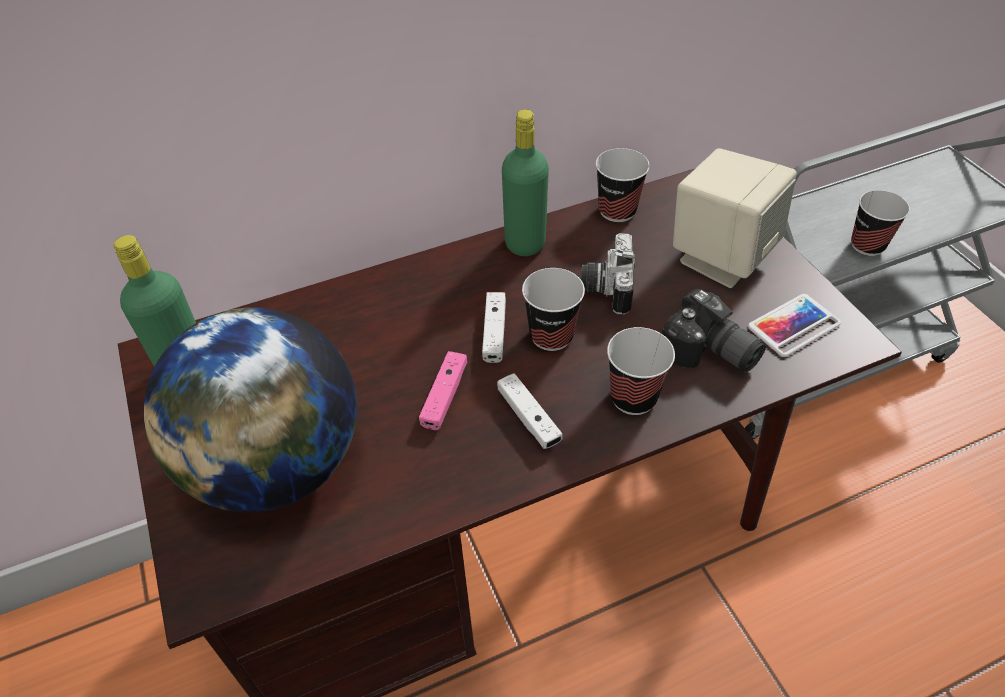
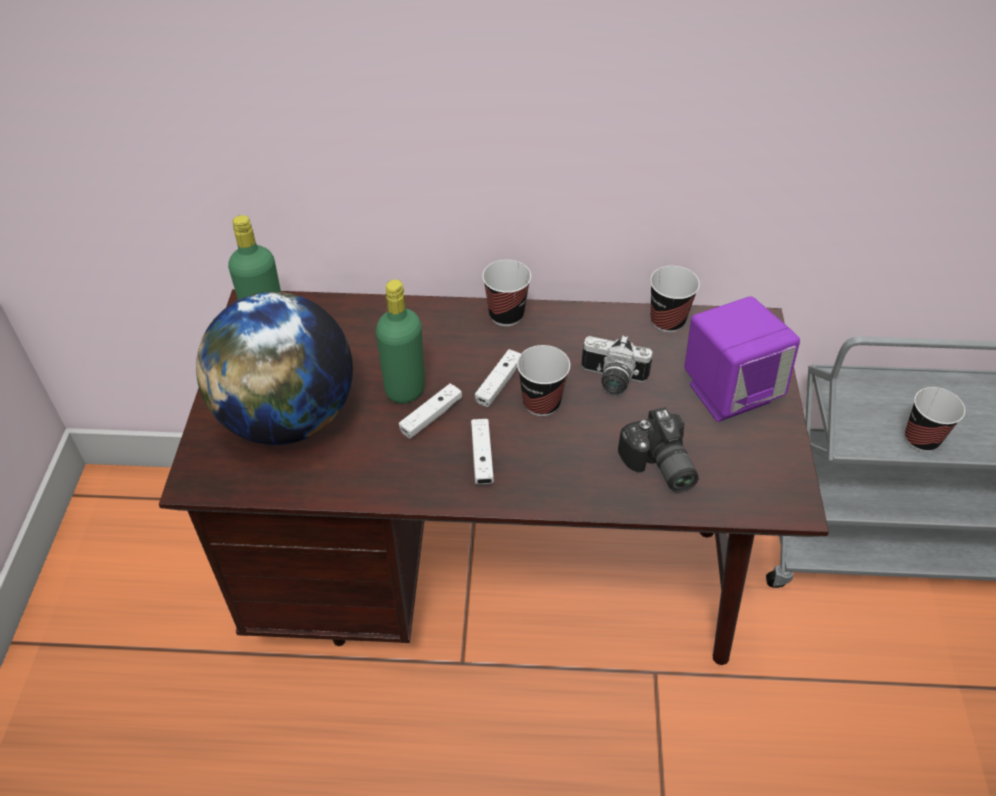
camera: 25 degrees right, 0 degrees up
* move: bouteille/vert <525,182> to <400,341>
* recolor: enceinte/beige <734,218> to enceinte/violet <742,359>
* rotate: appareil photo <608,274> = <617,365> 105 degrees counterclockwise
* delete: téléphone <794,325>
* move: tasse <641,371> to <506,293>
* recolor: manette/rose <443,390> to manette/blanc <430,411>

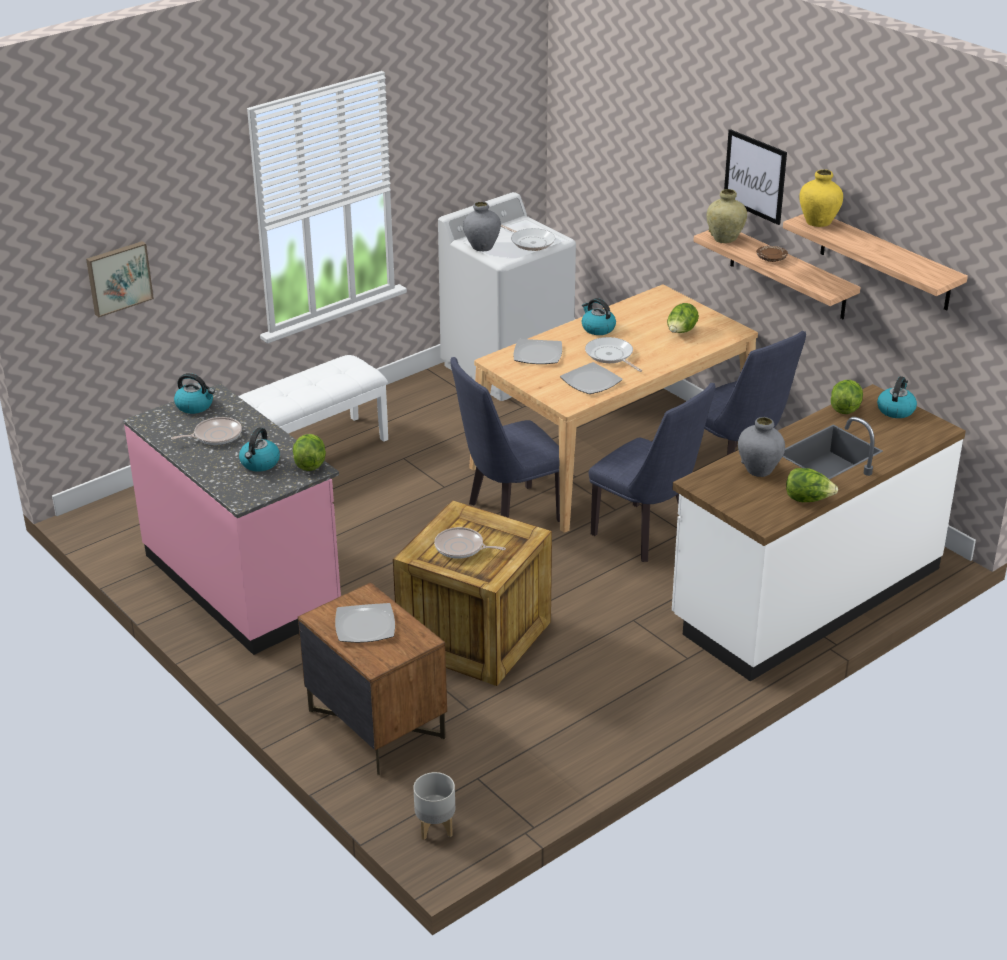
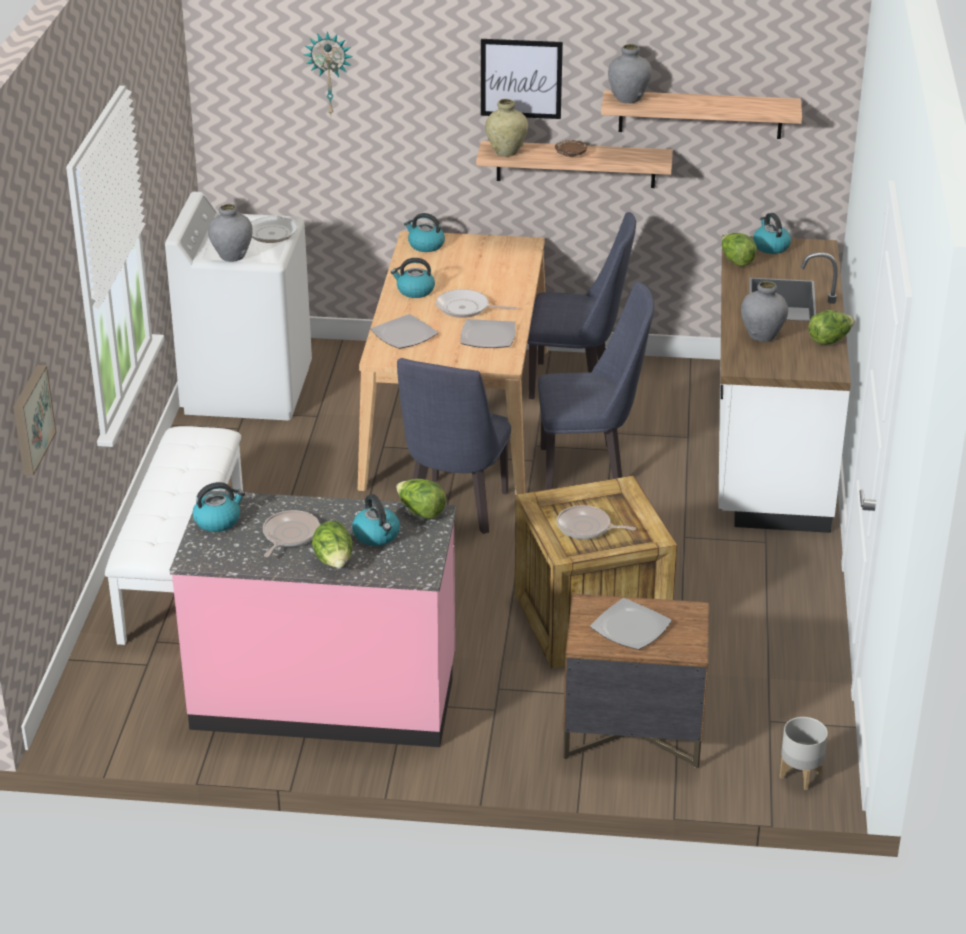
camera: 45 degrees left, 0 degrees up
* recolor: vase/jaune <821,198> to vase/gris <630,73>
* move: laitue <683,318> to <332,544>
* rotate: poêle <470,543> = <596,522> 45 degrees clockwise
* insert: horloge murale <328,73>
* insert: bouilloire <424,232>

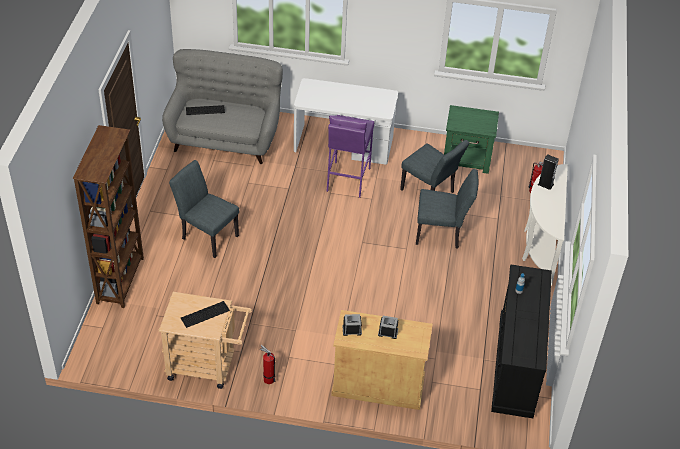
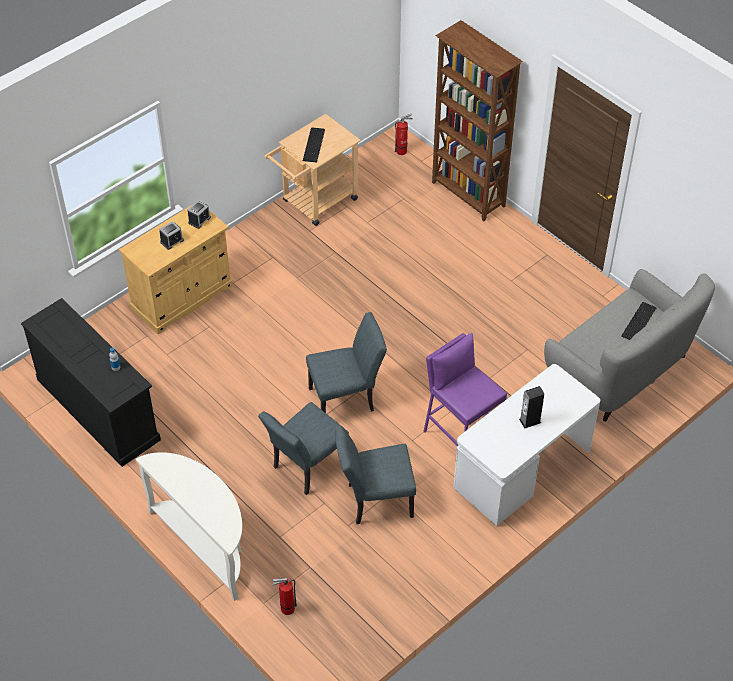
camera: 130 degrees right, 5 degrees up
* delete: table de chevet/vert <471,139>
* move: enceinte <548,172> to <531,407>
* move: chaise/gris <204,209> to <346,362>
* move: extincteur <267,364> to <403,134>

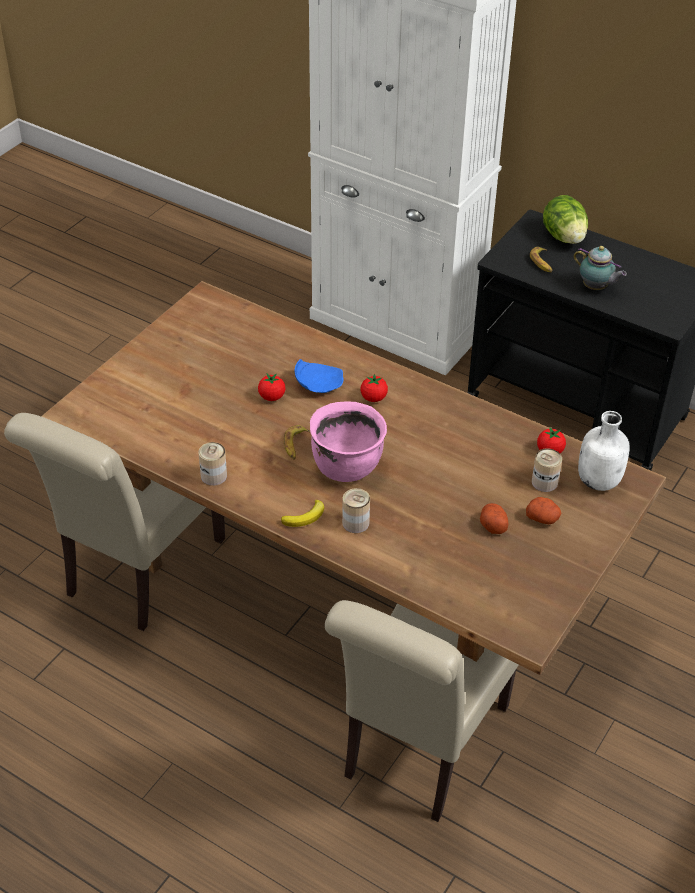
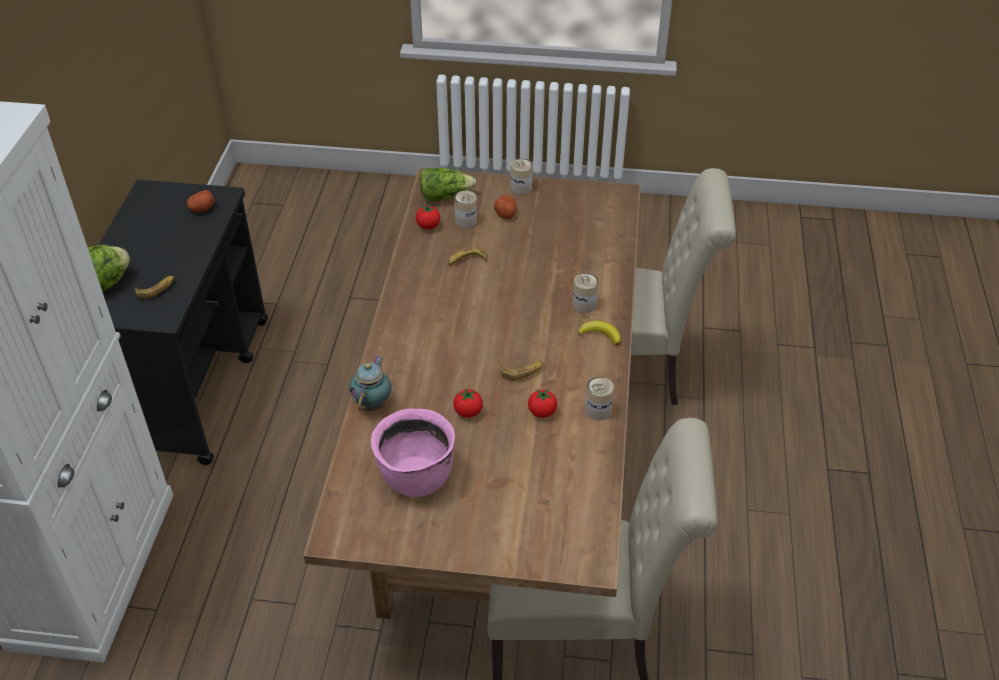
camera: 115 degrees left, 0 degrees up
* move: théière <600,268> to <370,383>
* delete: assiette/bleu <319,376>
* move: tomate <374,388> to <543,403>
* move: marmite/rose <348,441> to <413,453>
* replace: bouteille/blanc <604,451> to laitue <448,184>
* move: pomme de terre <494,518> to <200,201>
* insert: boîte métallique <522,176>
* insert: banane <467,256>

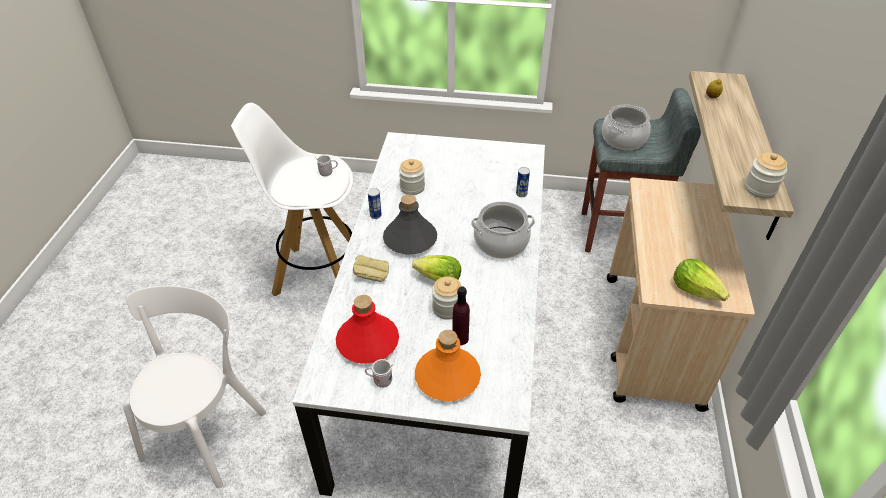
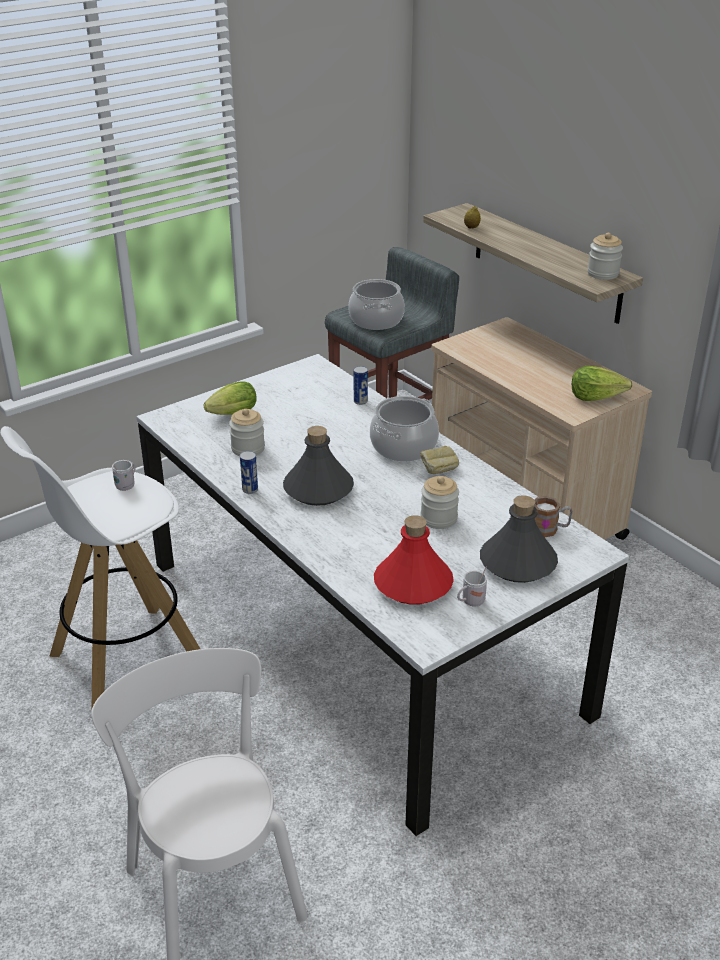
camera: 45 degrees left, 10 degrees down
* move: pain <371,268> to <439,460>
* move: laitue <436,268> to <230,398>
* delete: bouteille/violet <461,315>
* recolor: bouteille/orange <448,365> to bouteille/gris <519,539>
* insert: mug <553,516>

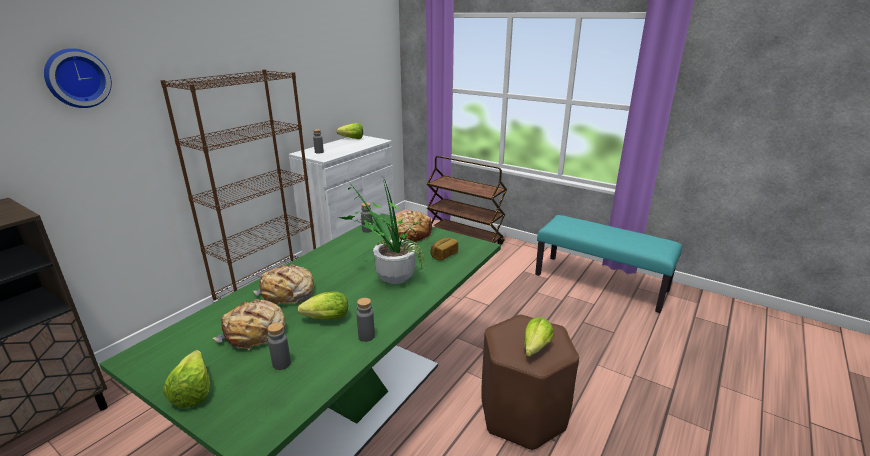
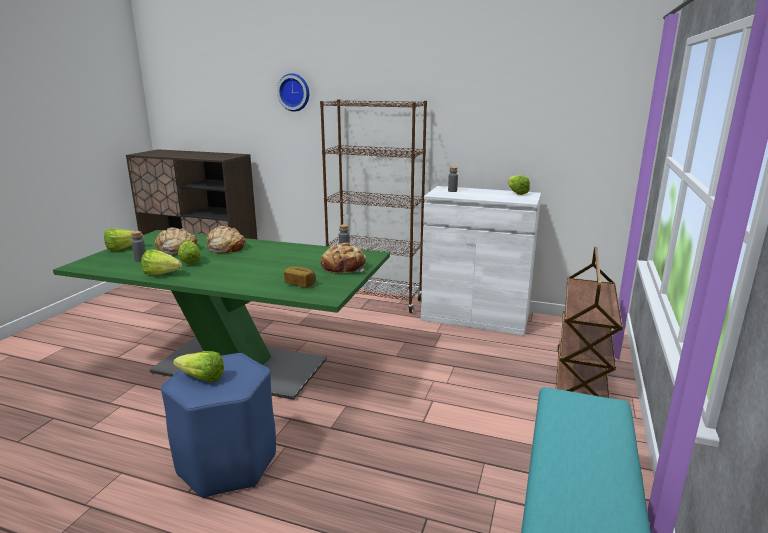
camera: 75 degrees right, 5 degrees down
* delete: plante en pot <381,231>
* replace: bouteille/gris <365,320> to laitue <161,262>
* recolor: tabouret/marron <530,382> to tabouret/bleu <218,426>

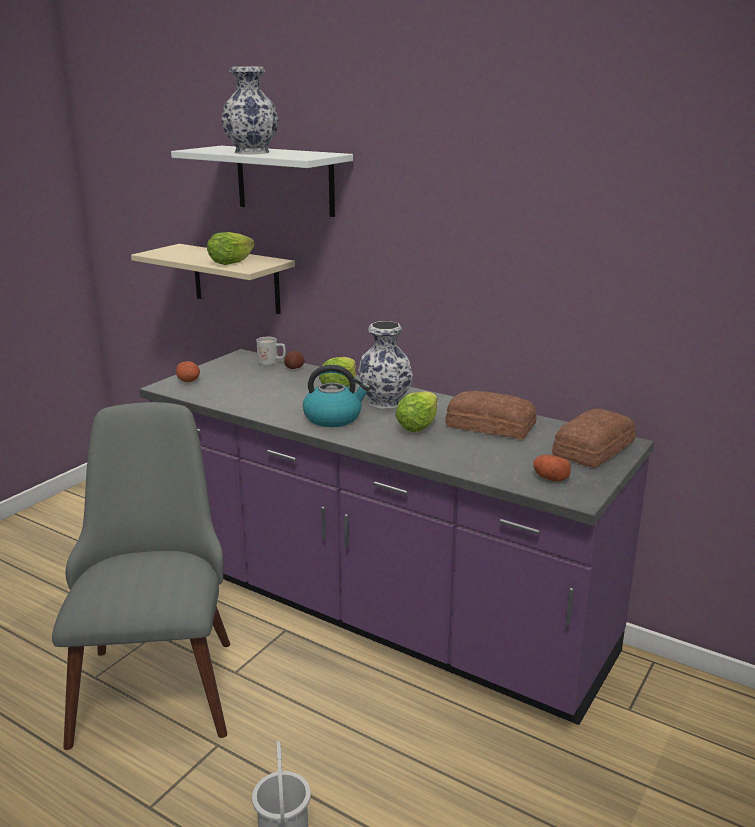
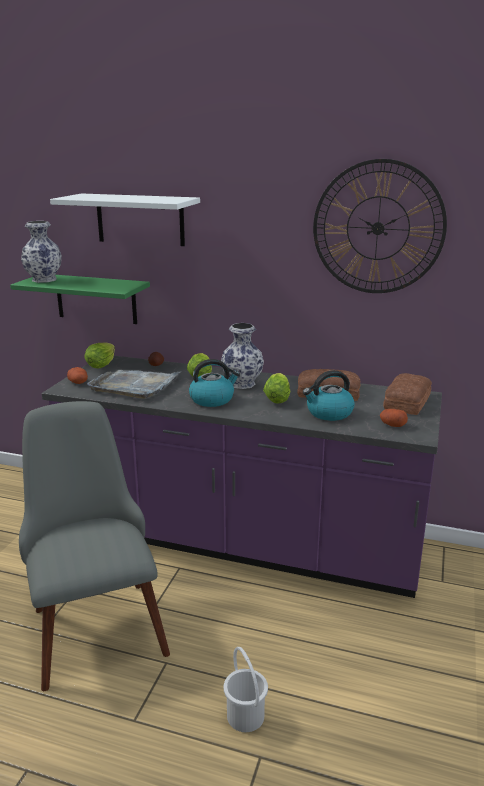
camera: 15 degrees left, 0 degrees up
* move: vase <249,110> to <41,252>
* move: laitue <231,248> to <100,355>
* recolor: étagère/beige <213,279> to étagère/vert <80,299>
* delete: mug/blanc <271,351>
* insert: horloge murale <380,226>
* insert: plateau/gris <134,384>
* insert: bouilloire <329,395>

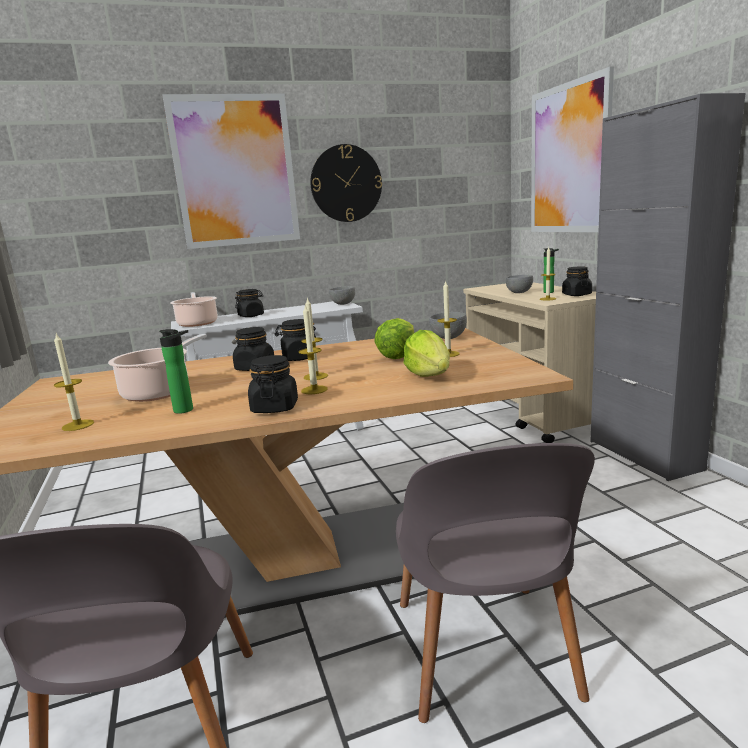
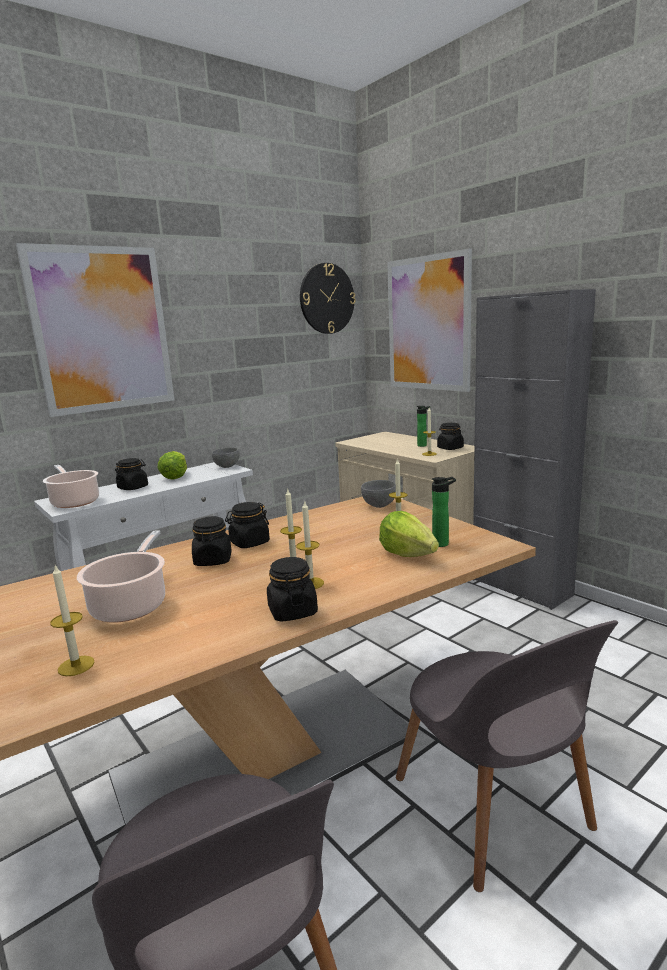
camera: 20 degrees left, 0 degrees up
* move: horloge murale <346,183> to <328,298>
* delete: bol/gris <519,284>
* move: laitue <394,338> to <172,465>
* move: bouteille <176,371> to <444,512>

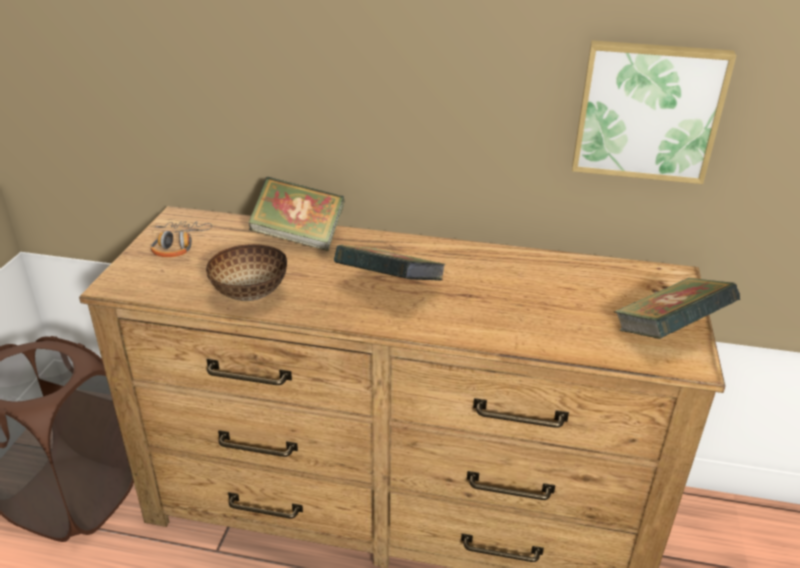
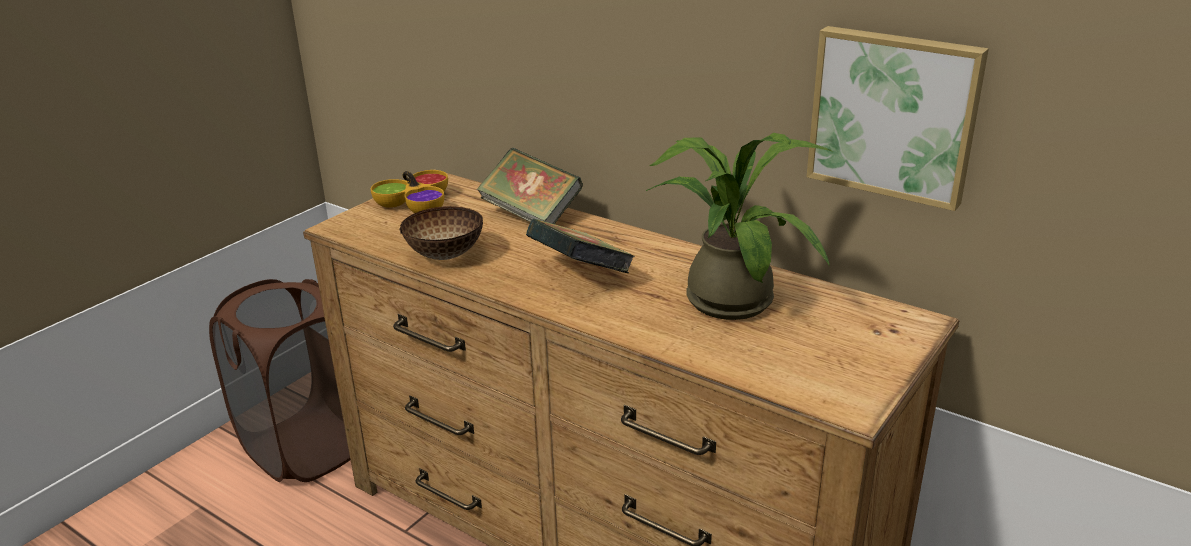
camera: 25 degrees right, 5 degrees down
* replace: casque audio <181,239> to bol <409,191>
* delete: livre <677,308>
* insert: plante en pot <739,226>

